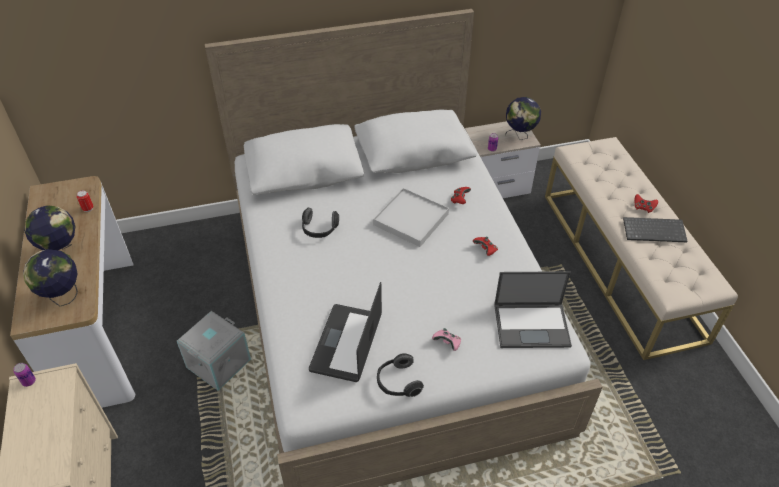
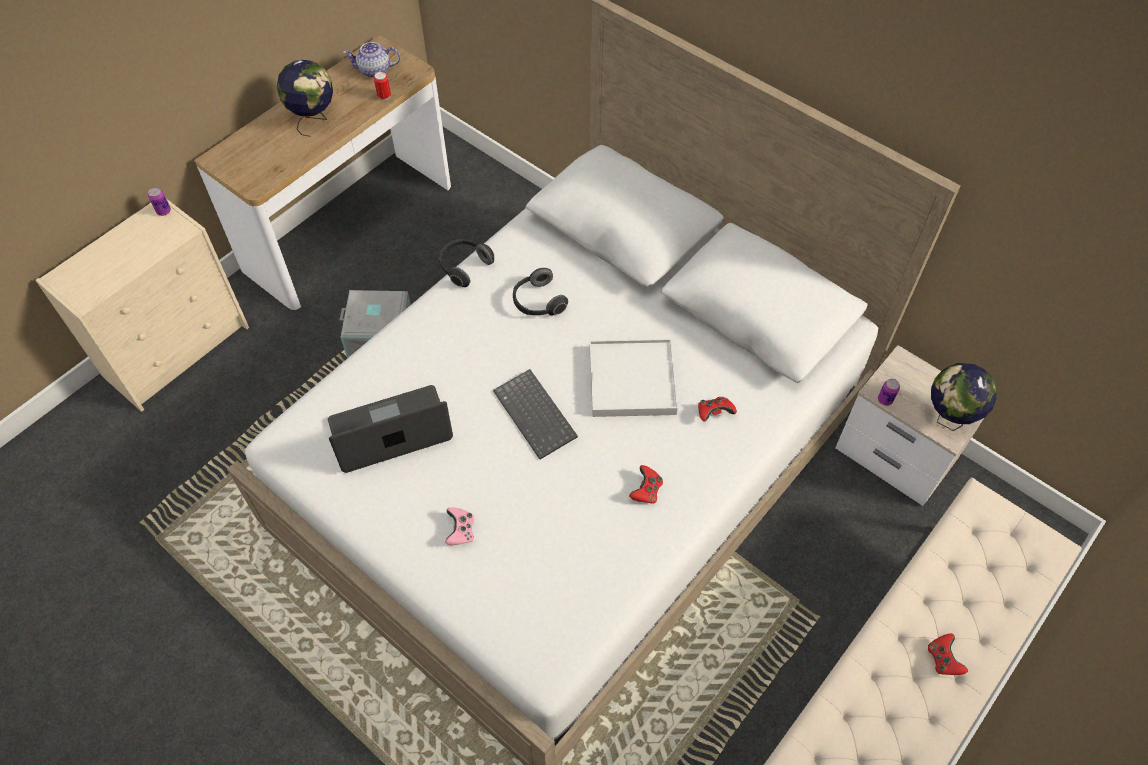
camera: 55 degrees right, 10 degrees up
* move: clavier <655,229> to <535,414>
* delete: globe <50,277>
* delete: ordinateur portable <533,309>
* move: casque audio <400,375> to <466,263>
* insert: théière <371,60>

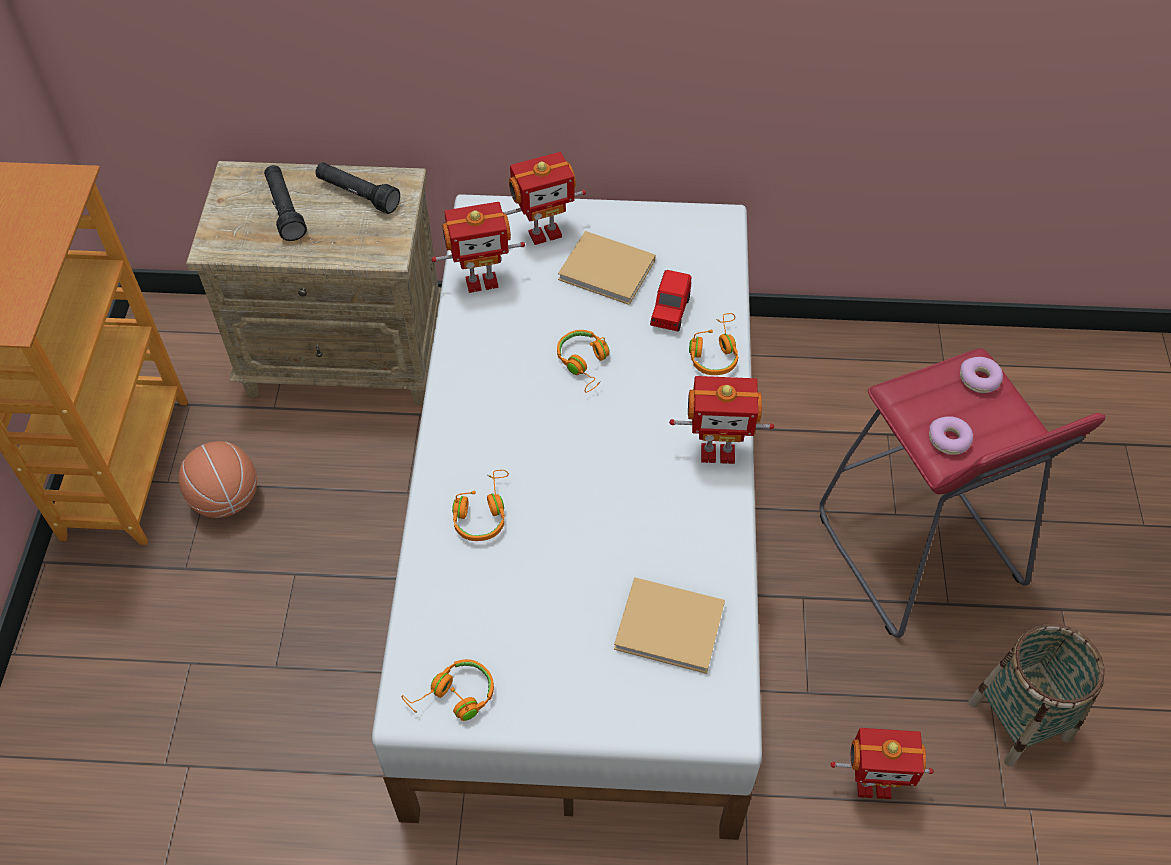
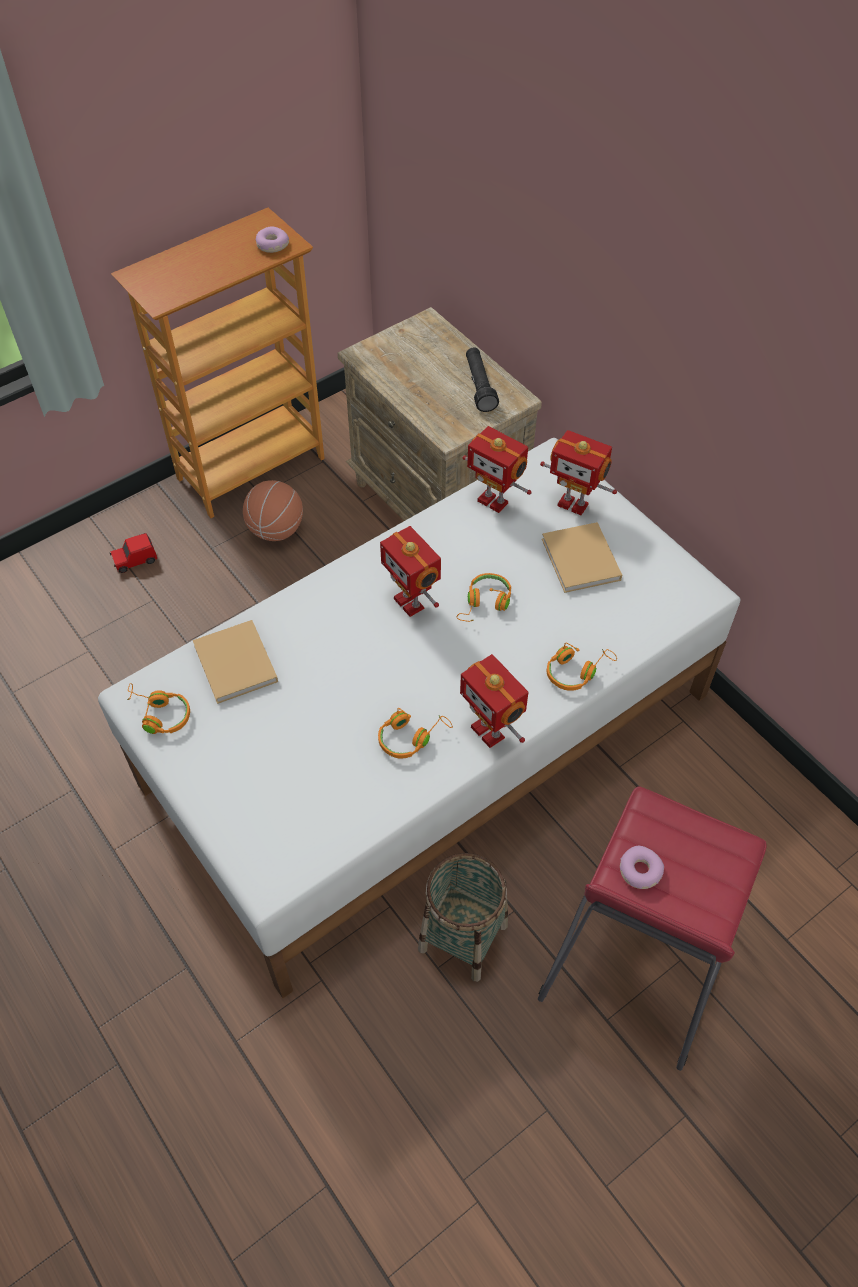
camera: 50 degrees right, 0 degrees up
* delete: lampe de poche/noir <285,203>
* move: petite voiture/rouge <670,300> to <133,553>
* move: beignet <981,375> to <272,239>
* move: casque audio/orange <480,505> to <415,733>
* move: livre/beige <669,625> to <235,662>
* move: panier <1036,695> to <463,917>
* move: robot jouet <882,763> to <410,571>

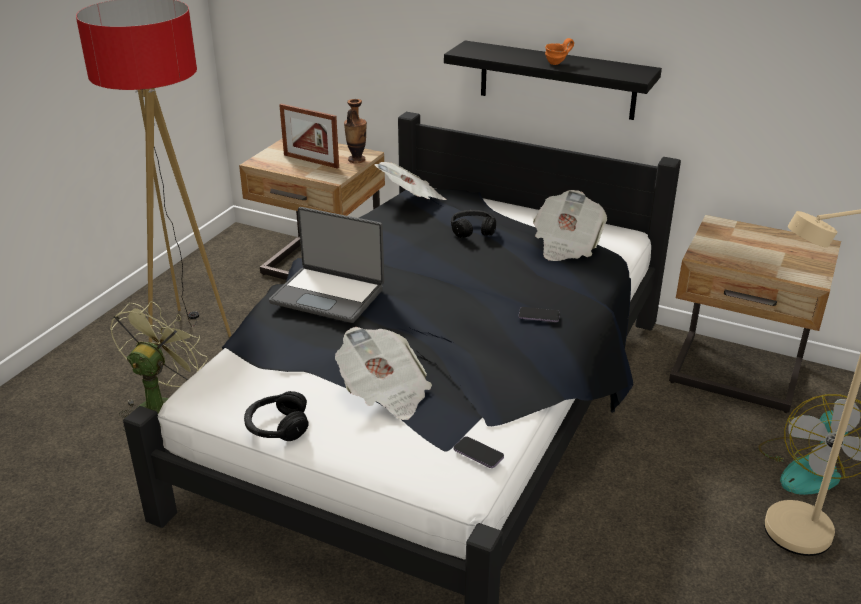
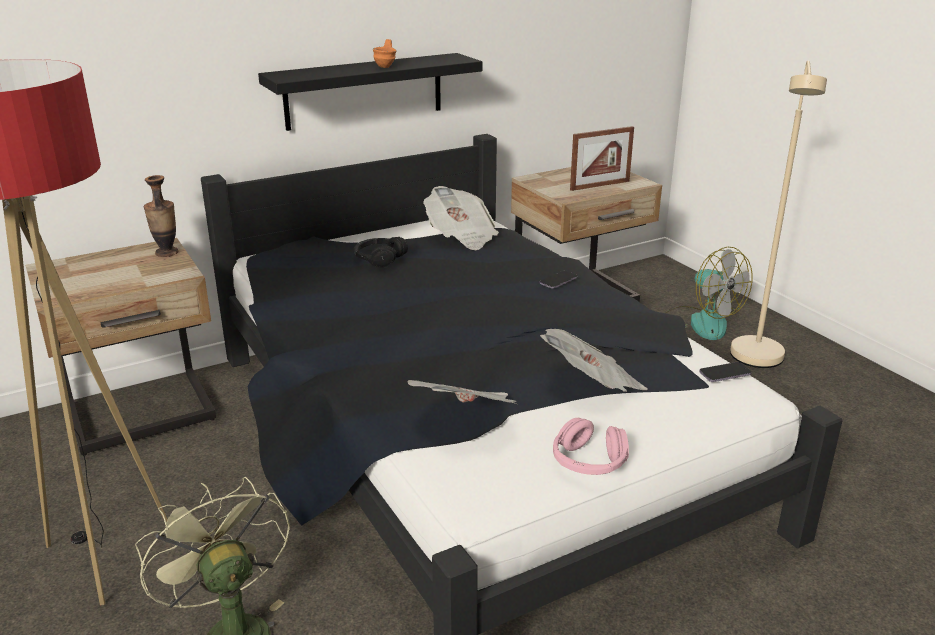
camera: 55 degrees left, 5 degrees down
* move: cadre photo <309,136> to <602,158>
* move: journal <410,181> to <462,392>
* delete: ordinateur portable <326,265>
* recolor: casque audio/noir <276,416> to casque audio/rose <591,446>

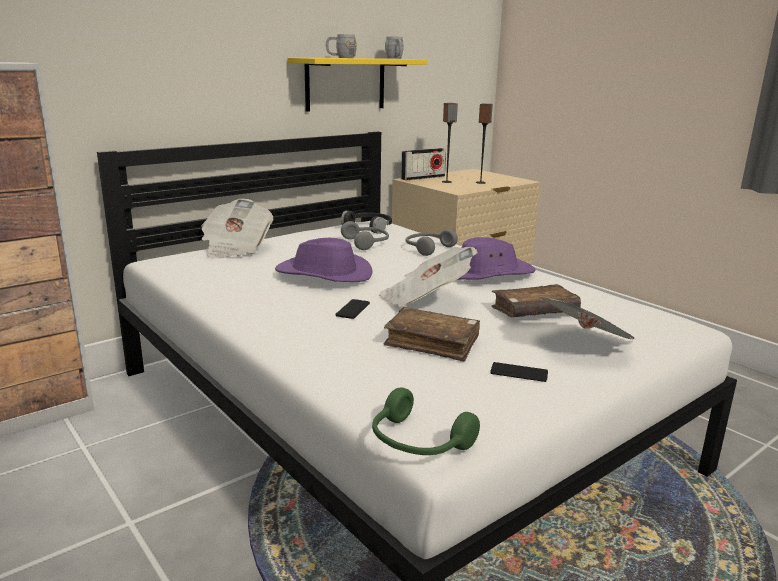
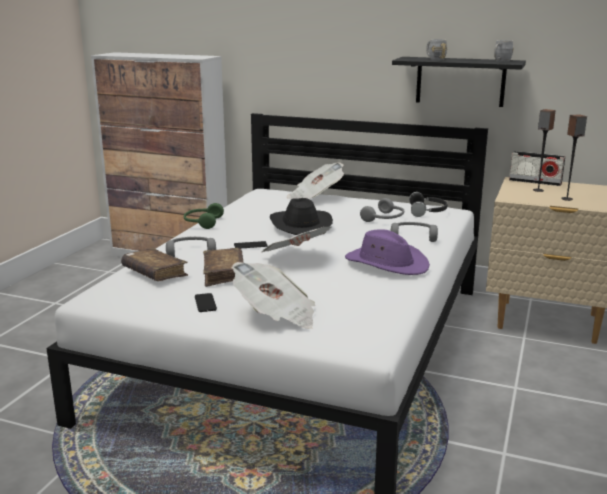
camera: 60 degrees right, 0 degrees up
* recolor: étagère/jaune <357,84> to étagère/noir <459,82>
* recolor: chapeau/violet <324,260> to chapeau/noir <301,216>
* move: livre/marron <536,300> to <154,264>
* move: casque audio/vert <426,421> to <204,216>
* insert: casque audio/gris <191,247>

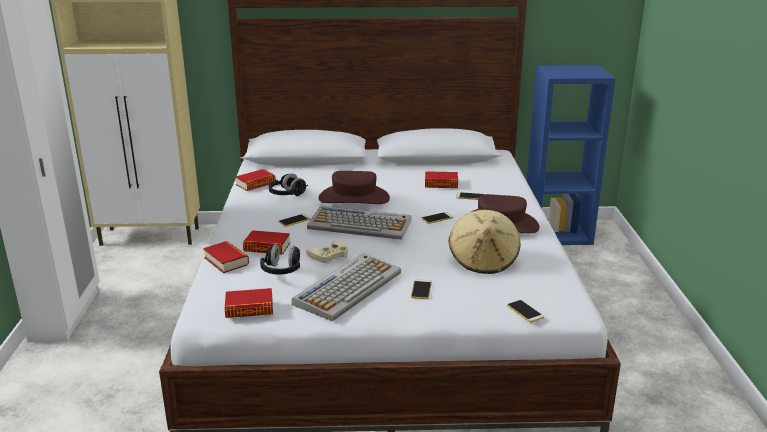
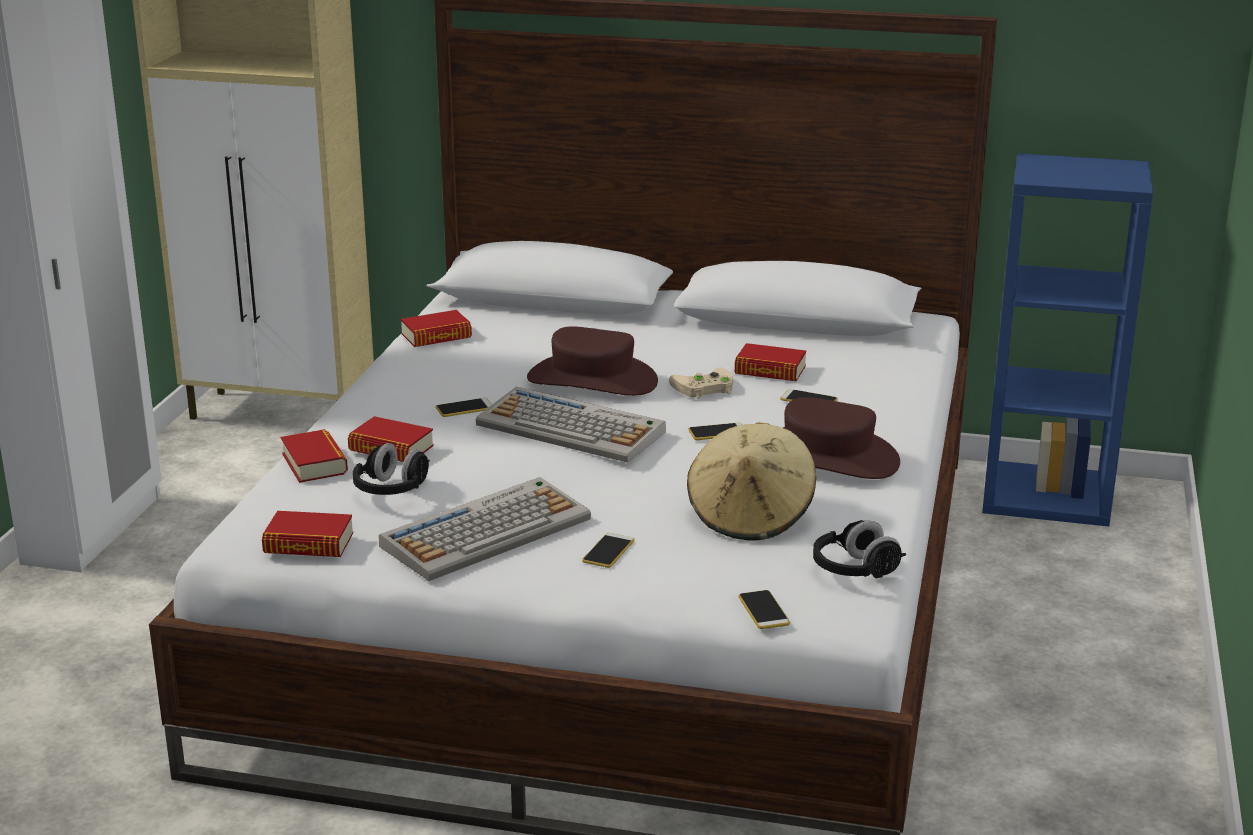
camera: 15 degrees right, 0 degrees up
* move: casque audio/noir <288,185> to <859,549>
* move: manette/beige <327,252> to <701,383>

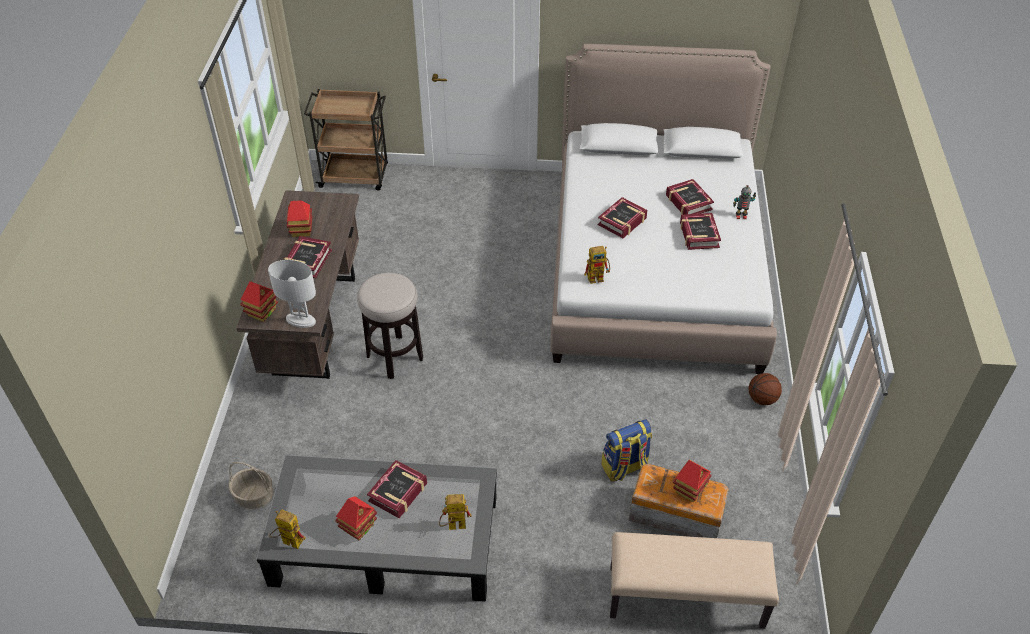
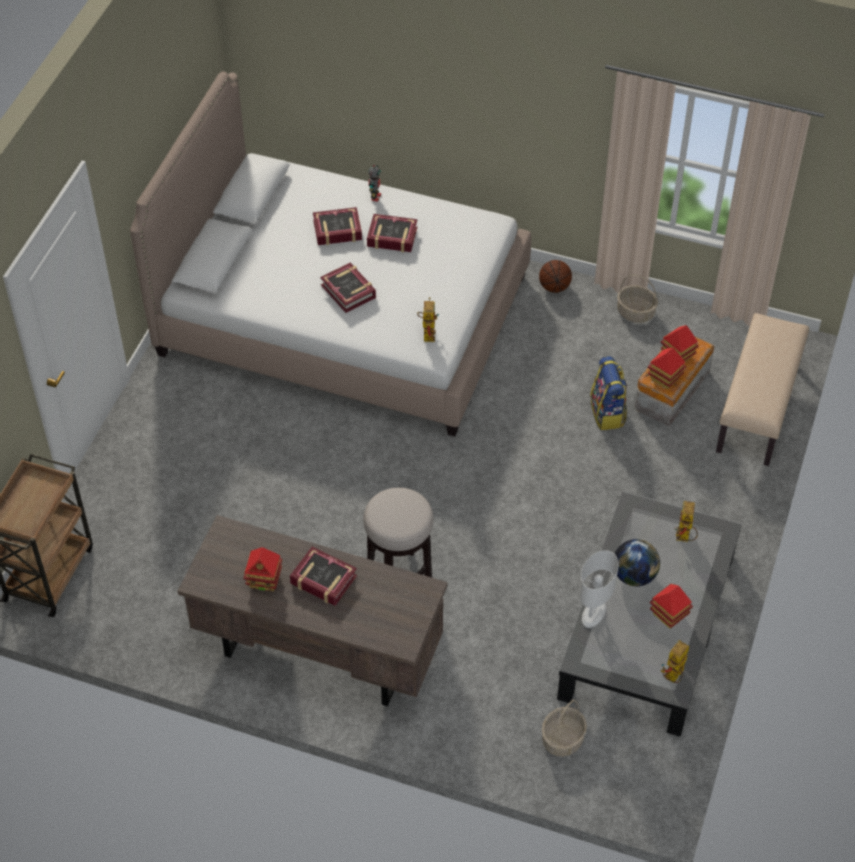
camera: 75 degrees left, 5 degrees up
* move: lampe de table/blanc <292,294> to <598,589>
* move: maison miniature <259,301> to <667,368>
* replace: livre <397,489> to globe <637,563>
* insert: panier <637,298>

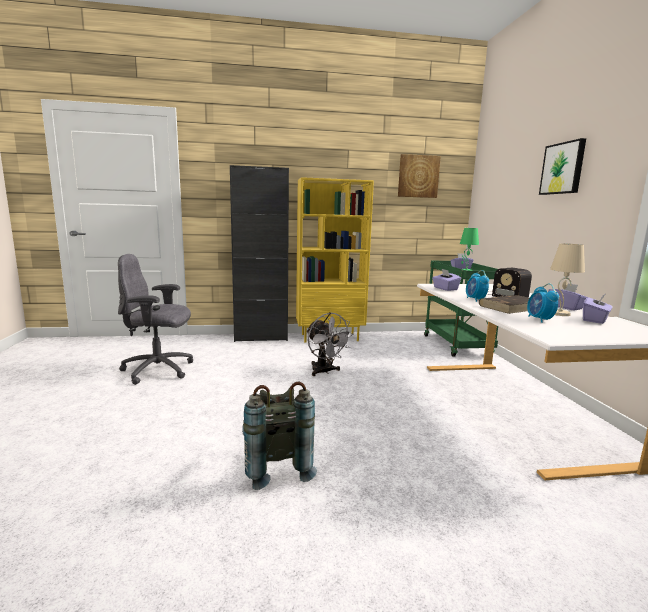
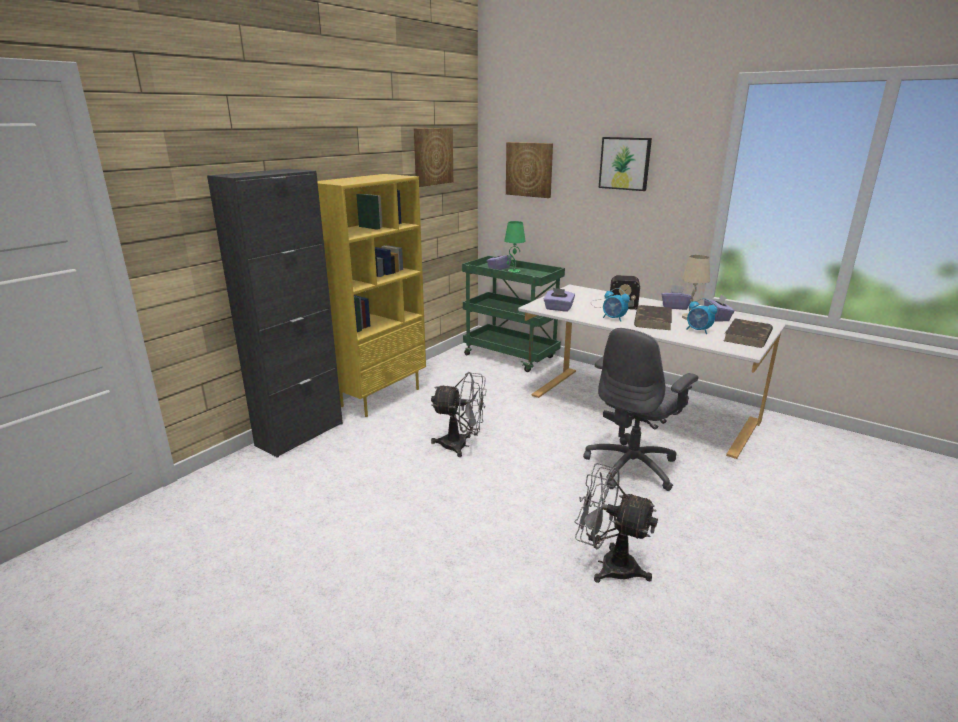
camera: 45 degrees left, 10 degrees up
* move: chaise de bureau/gris <155,319> to <640,409>
* replace: sac à dos/gris <279,436> to ventilateur/gris <616,523>
* insert: tableau <529,170>
* insert: livre/marron <748,333>

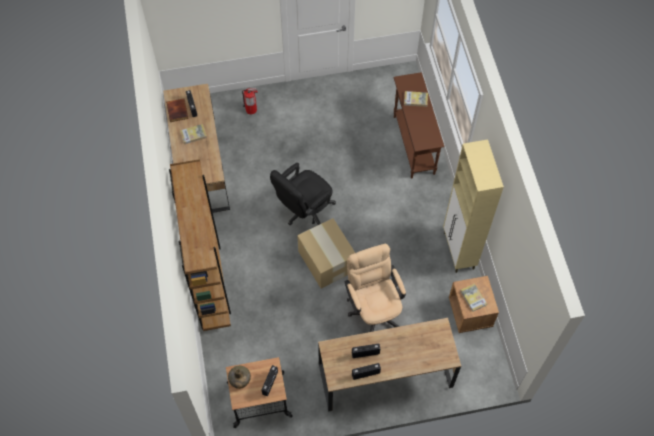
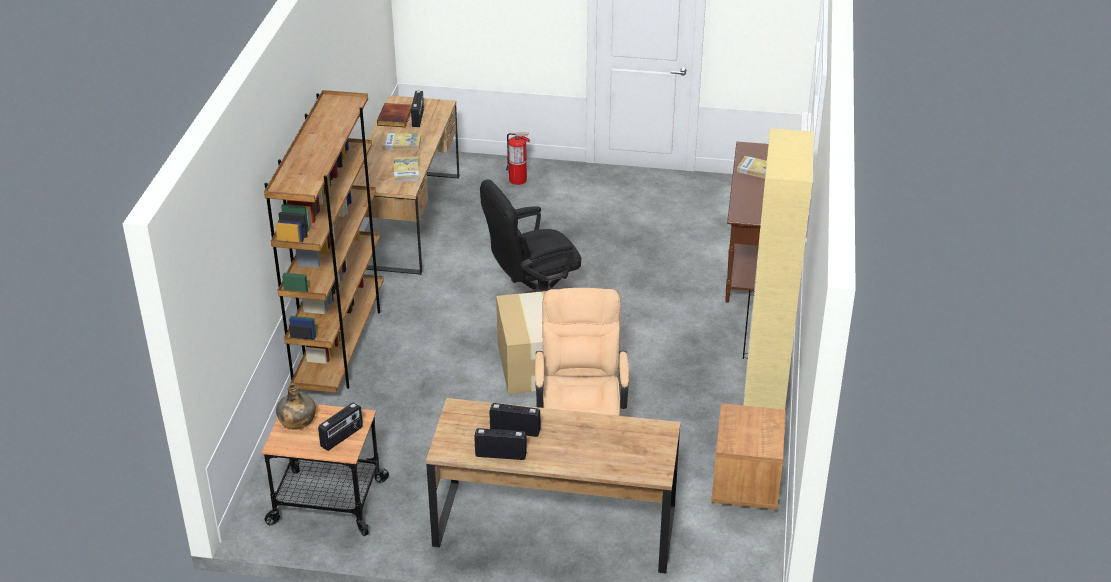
camera: 20 degrees right, 25 degrees down
* move: livre <473,297> to <406,169>

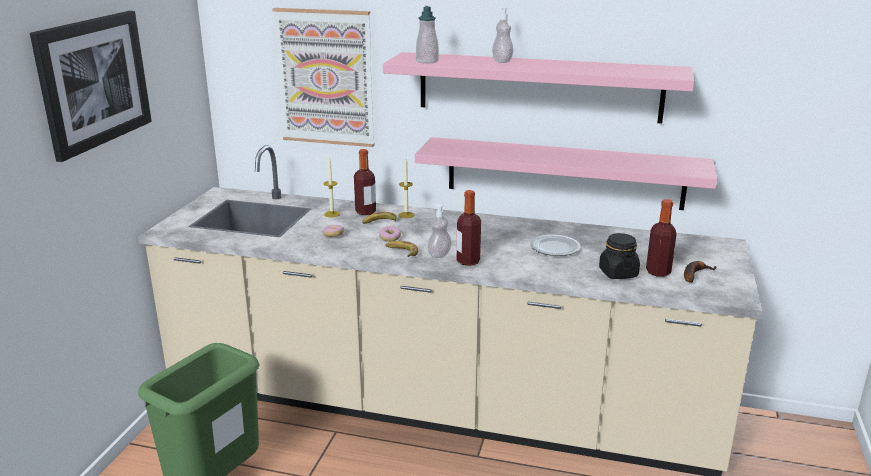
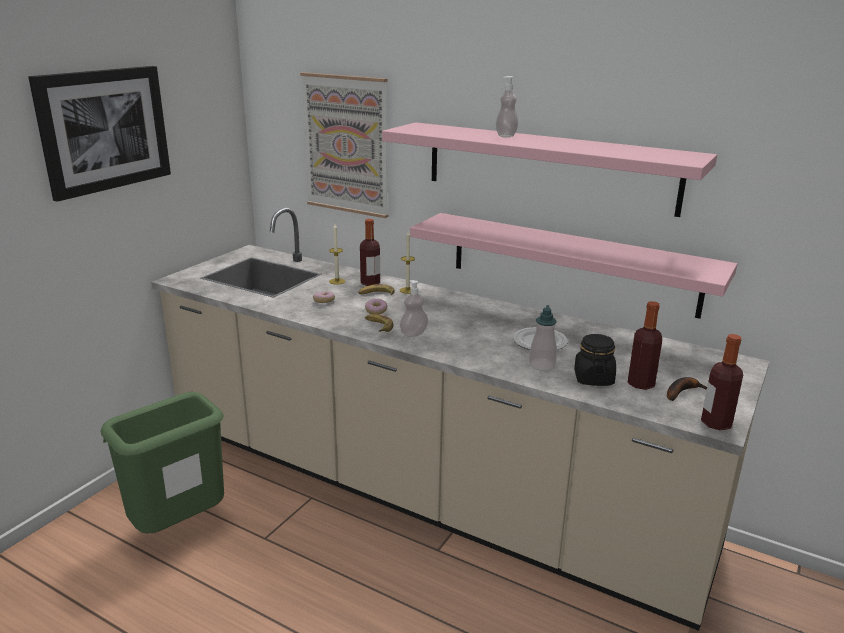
camera: 15 degrees right, 0 degrees up
* move: distributeur de savon <427,35> to <543,338>
* move: bouteille <469,228> to <722,382>

